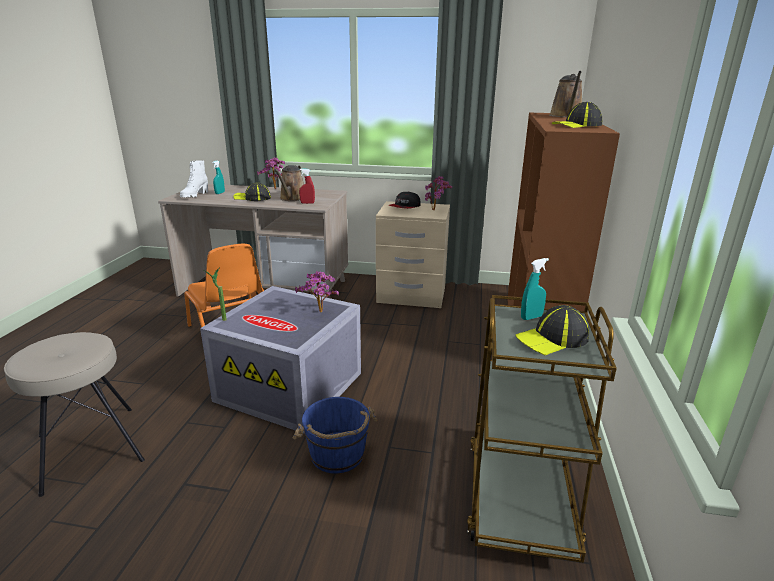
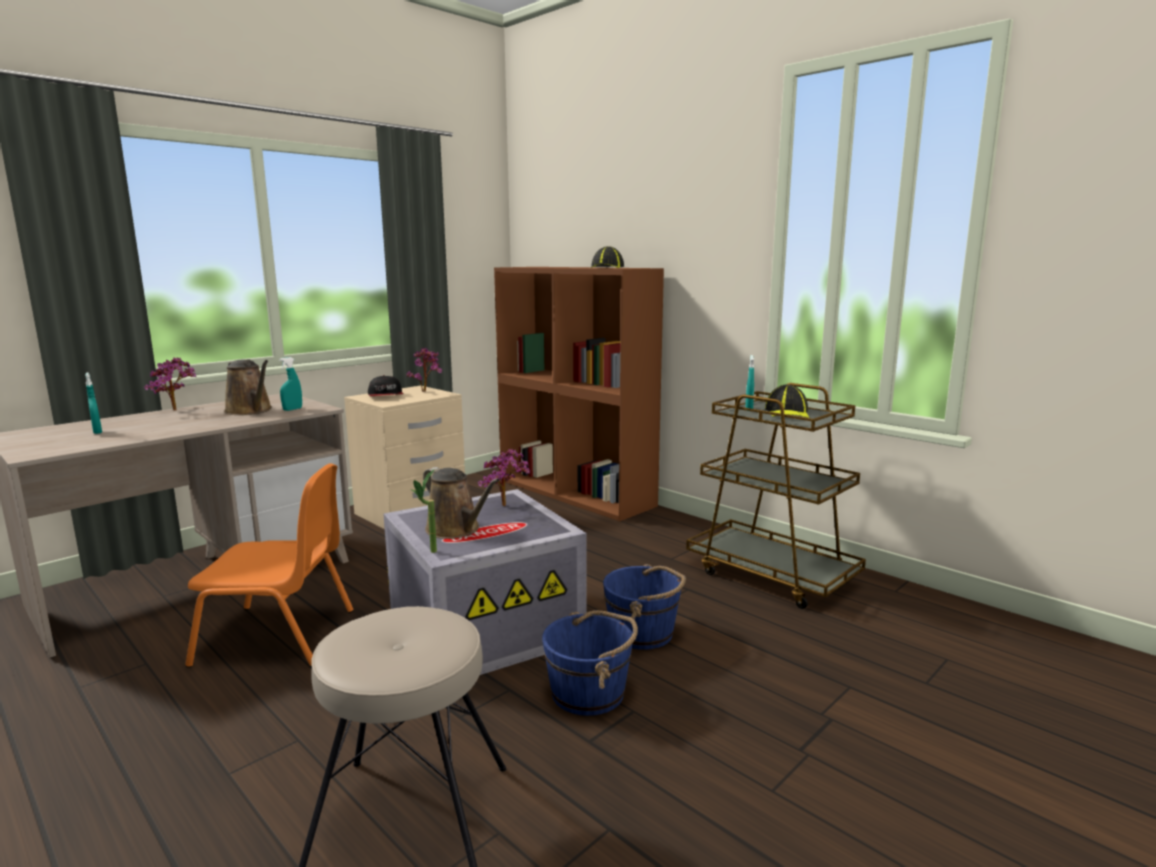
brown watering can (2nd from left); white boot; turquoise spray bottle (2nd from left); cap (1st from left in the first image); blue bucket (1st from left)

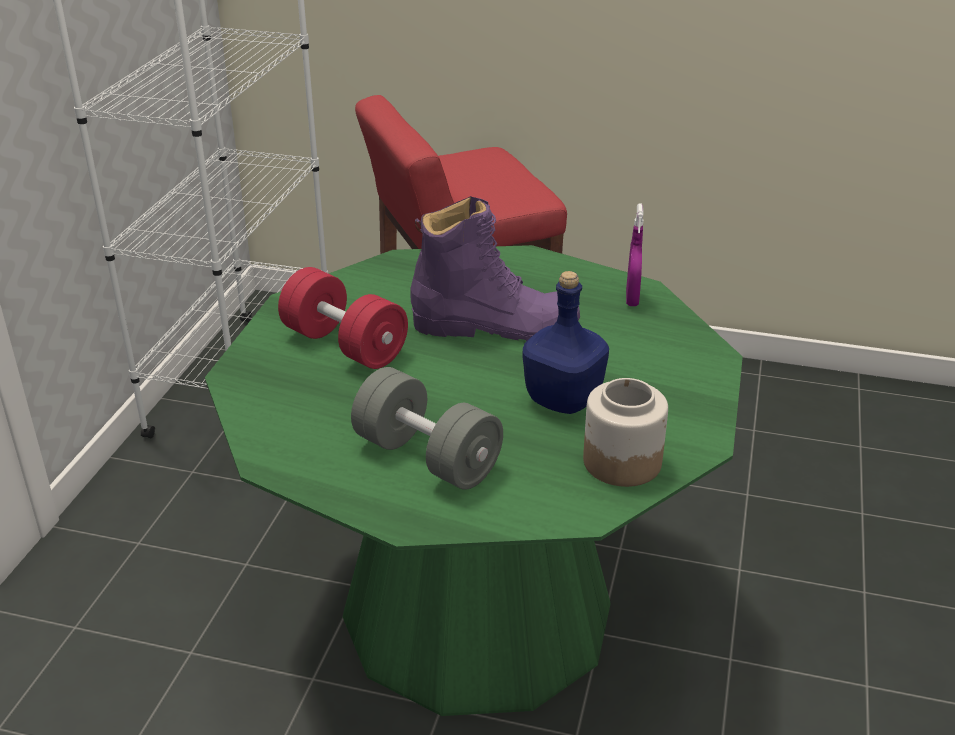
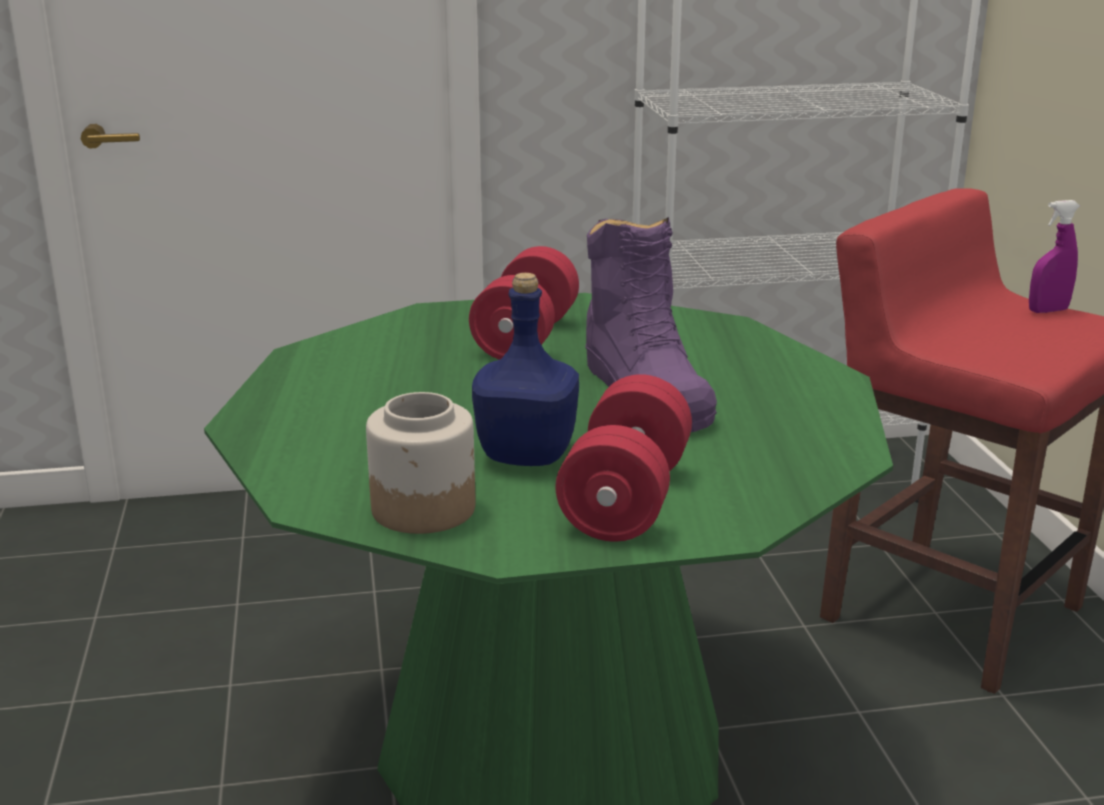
purple spray bottle; grey dumbbell; red dumbbell (2nd from left)

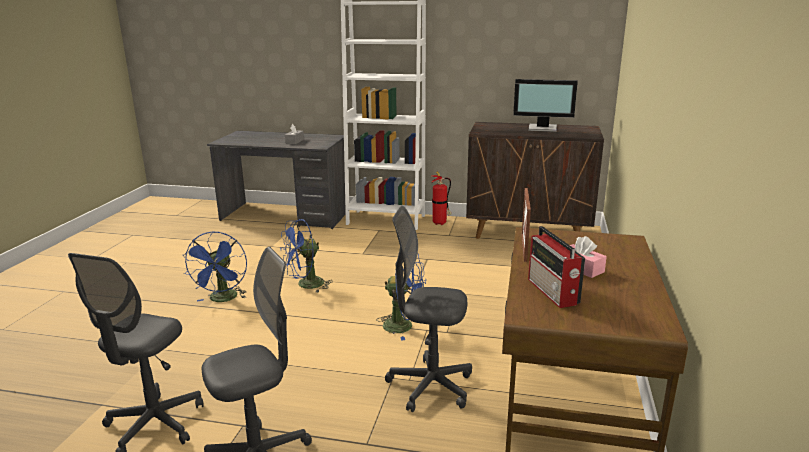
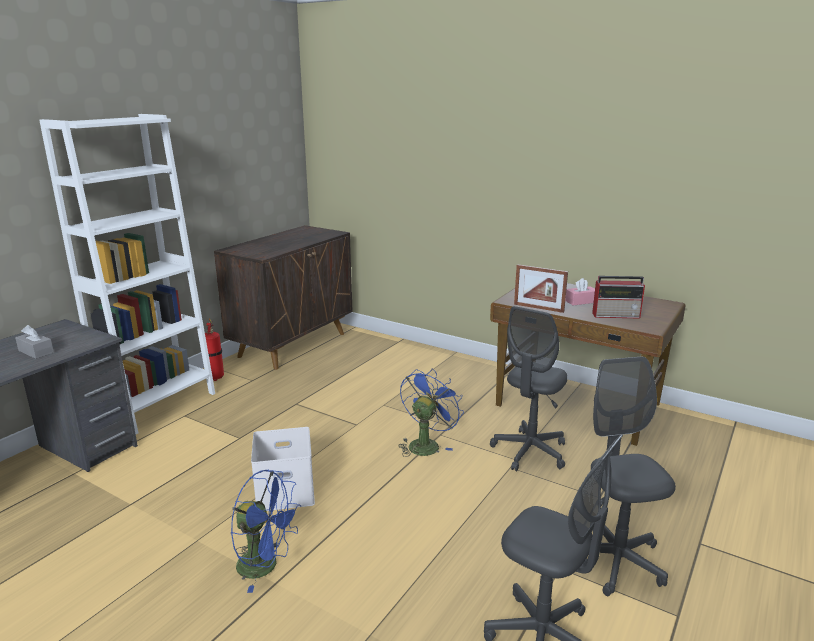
monitor; white storage box

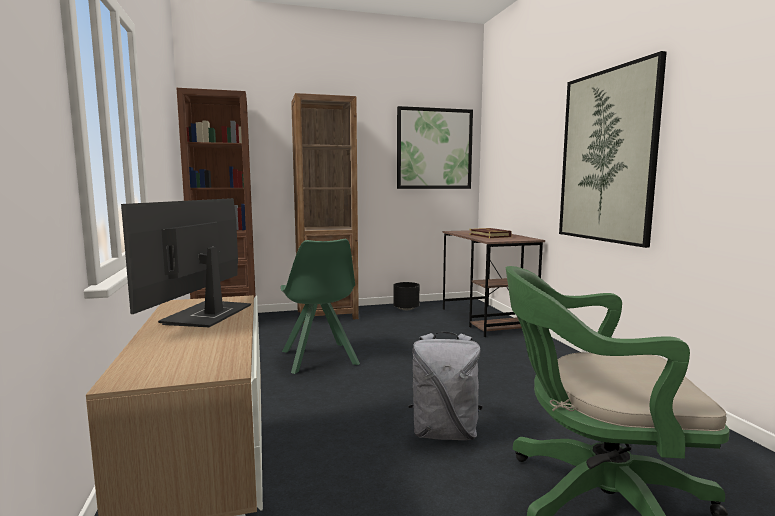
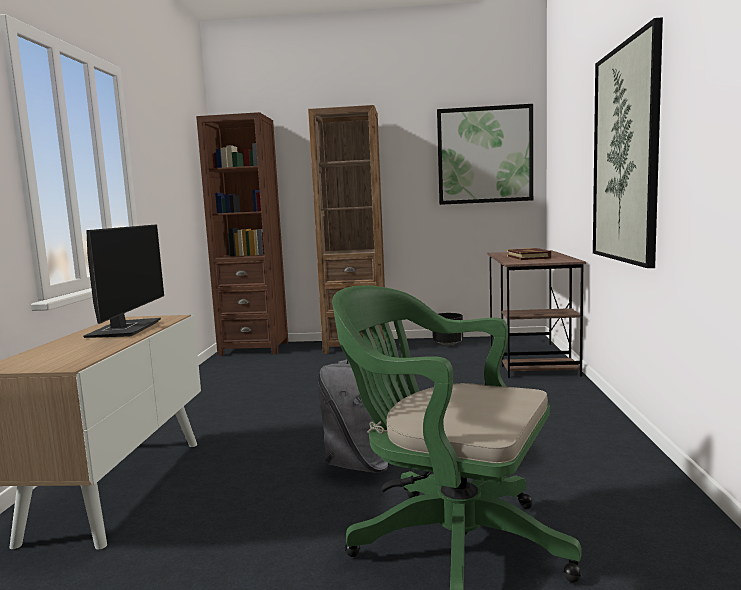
monitor; green chair

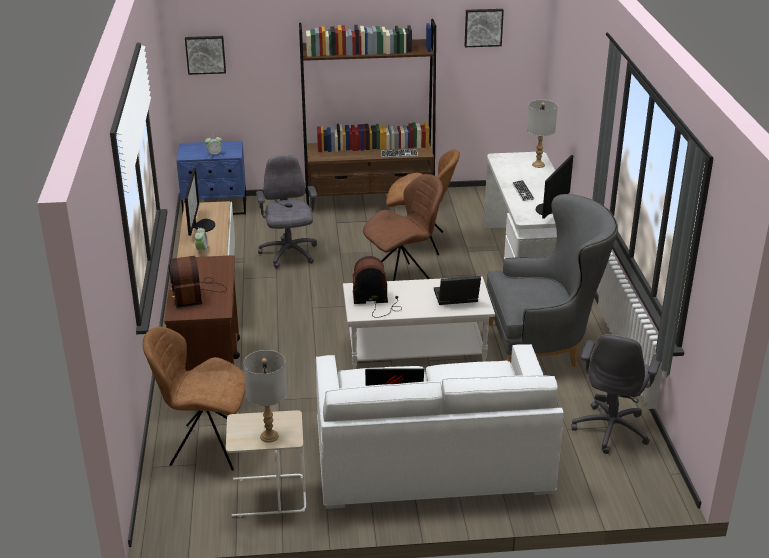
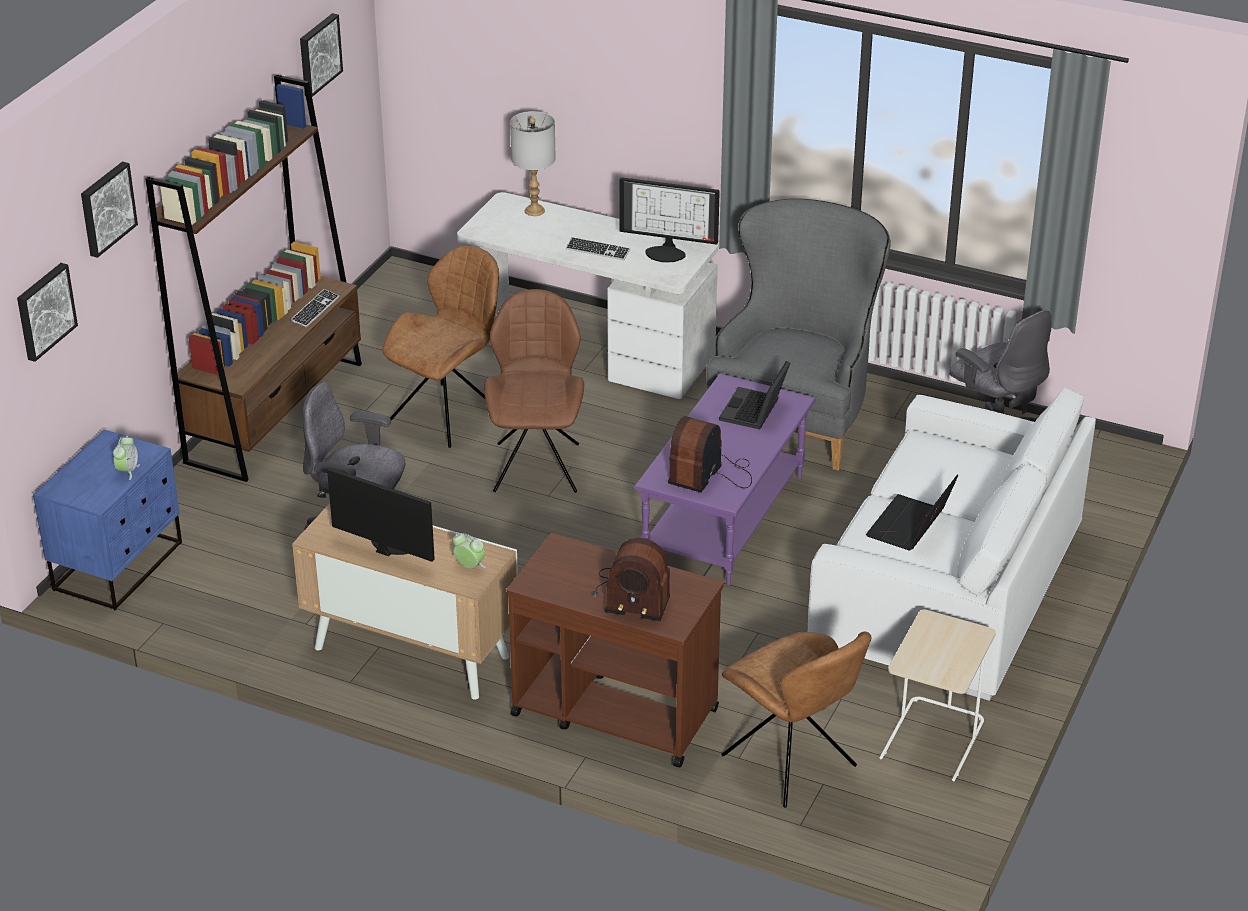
monitor (2nd from left); purple coffee table; brown chair (3rd from left); grey table lamp (1st from left in the first image); picture (2nd from left)

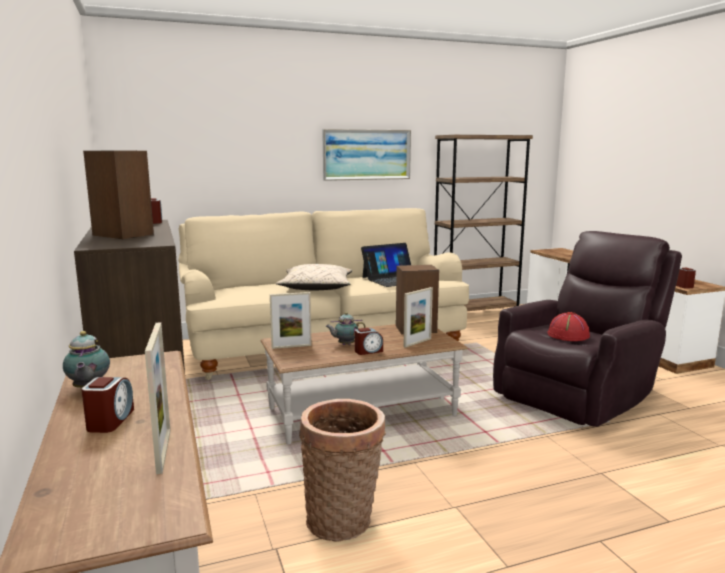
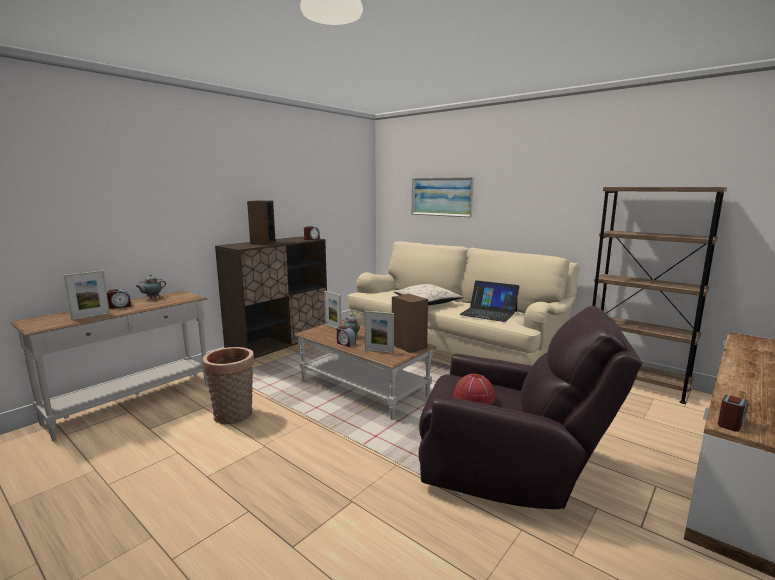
picture

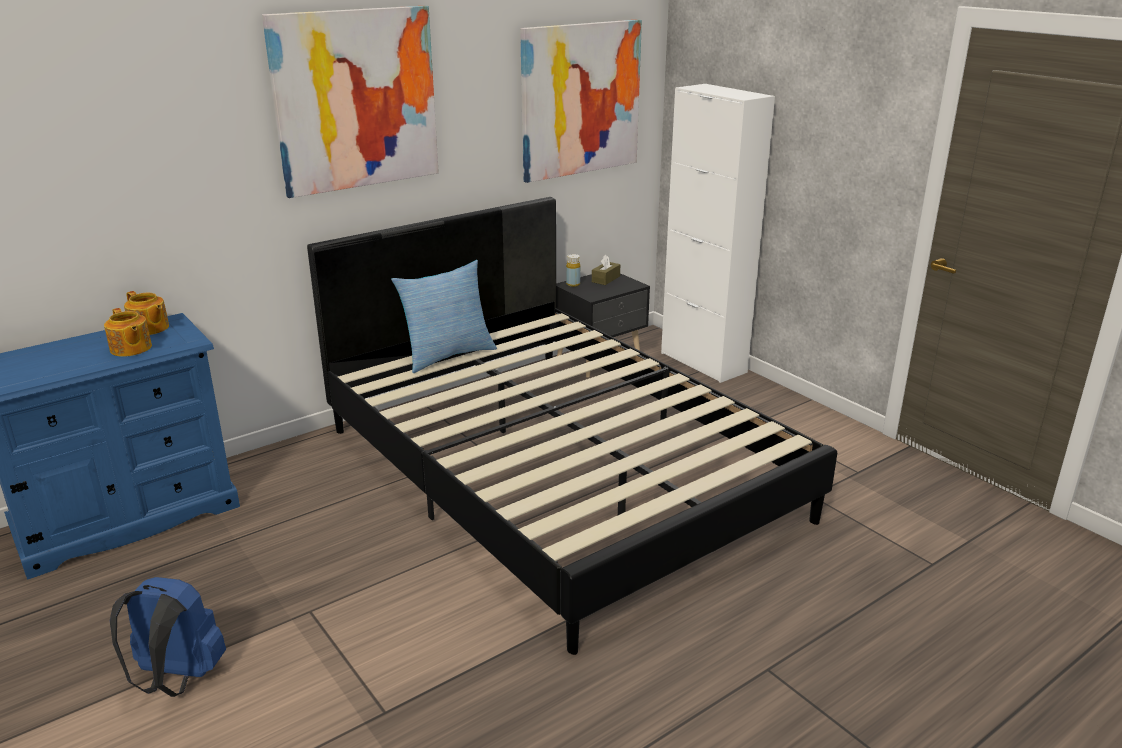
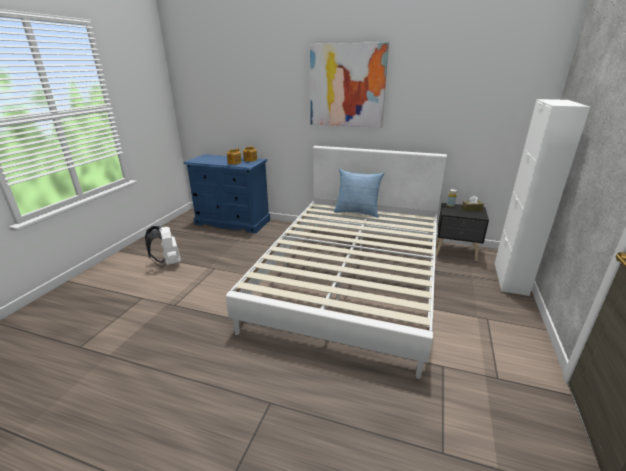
picture (2nd from left in the first image); white bed; white backpack

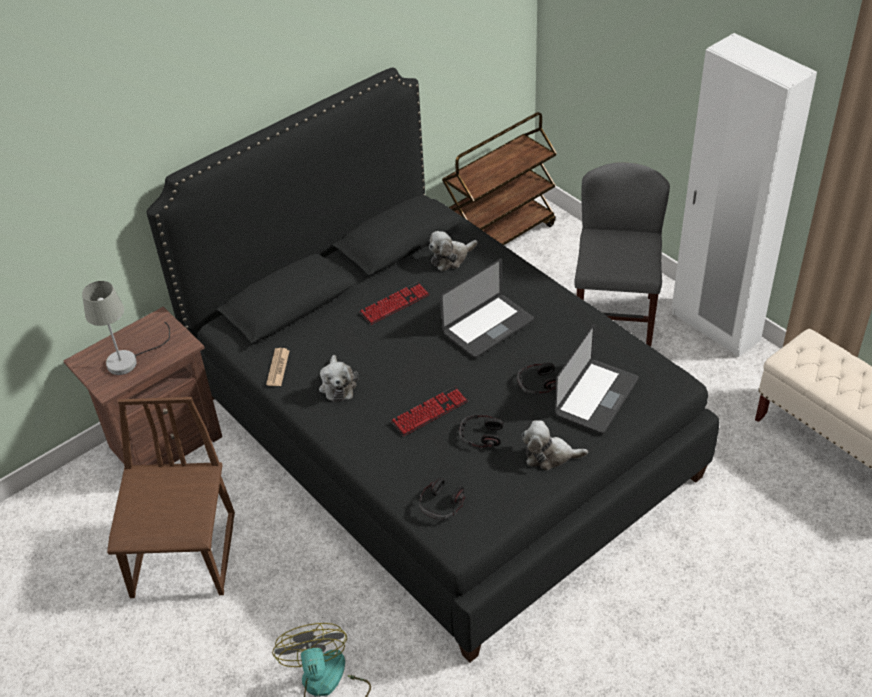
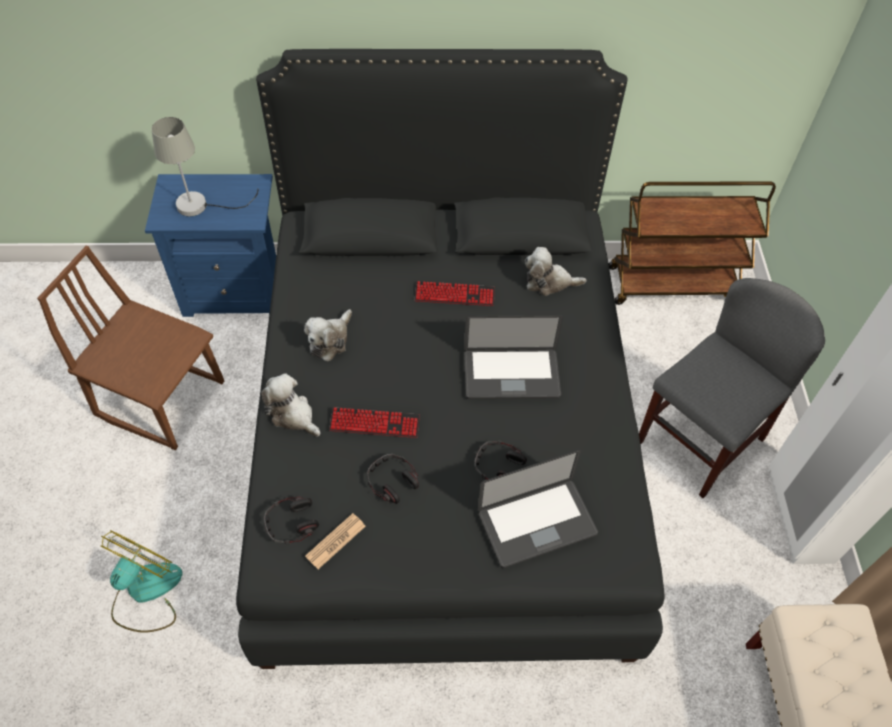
blue nightstand; newspaper; brown chair; plush toy (1st from left)

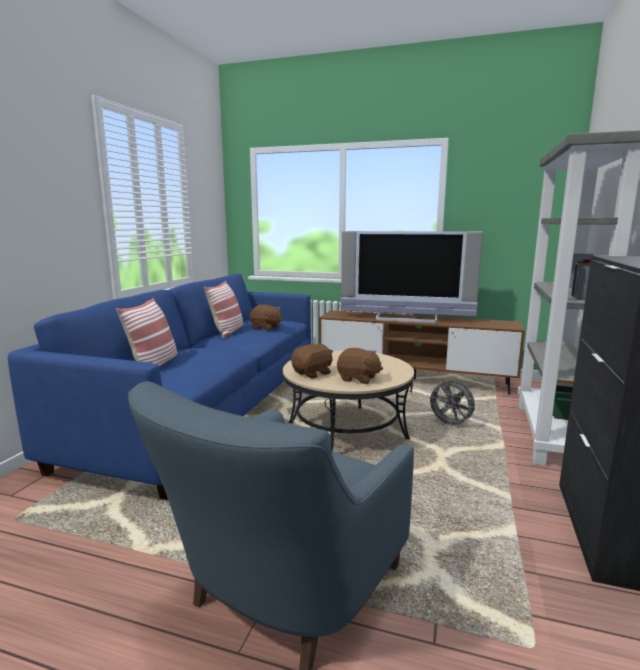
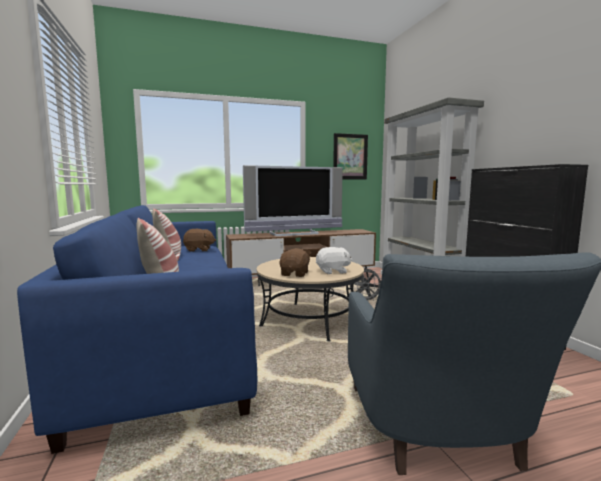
white plush toy; picture

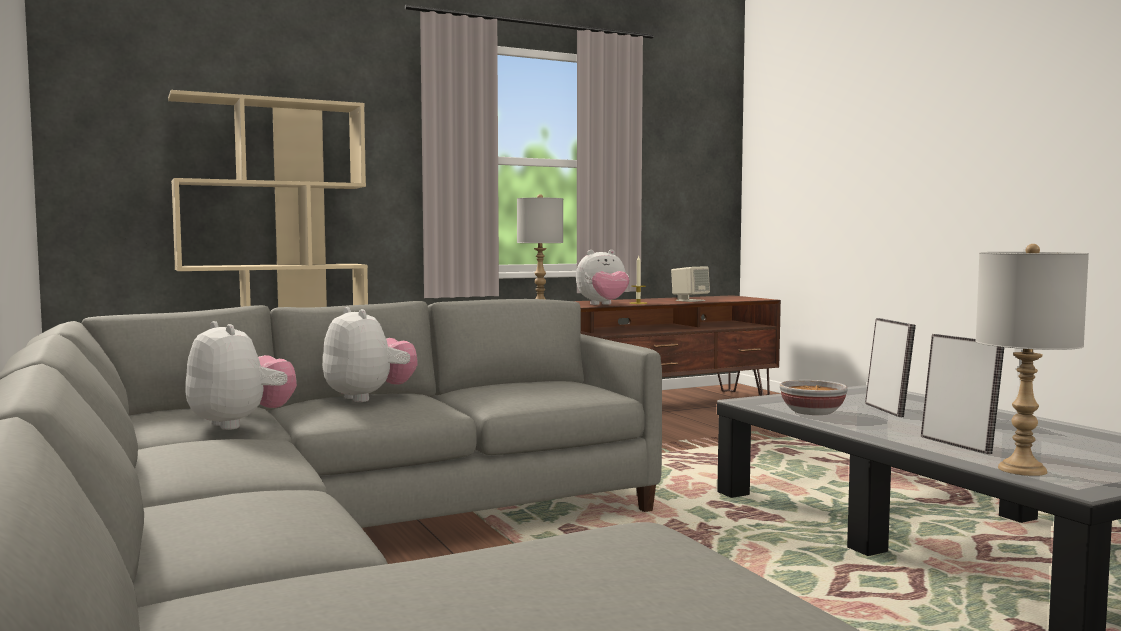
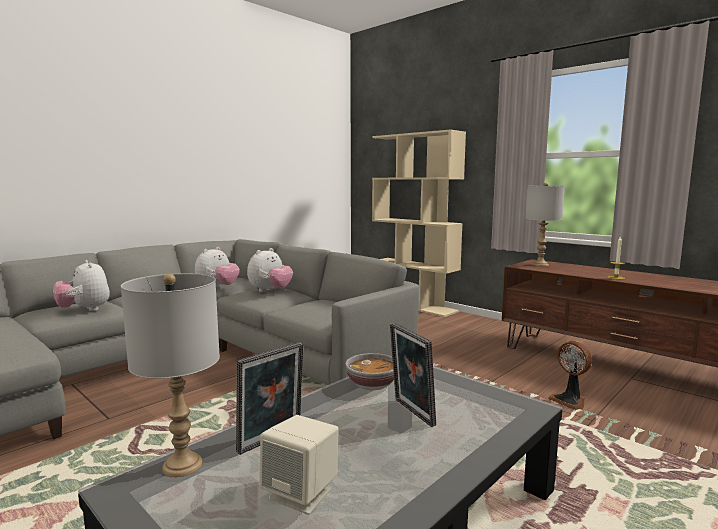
plush toy (1st from left); beige speaker; picture frame (2nd from left); fan

